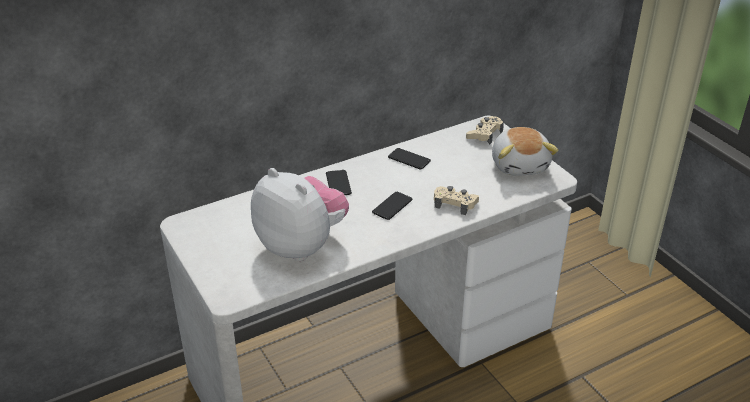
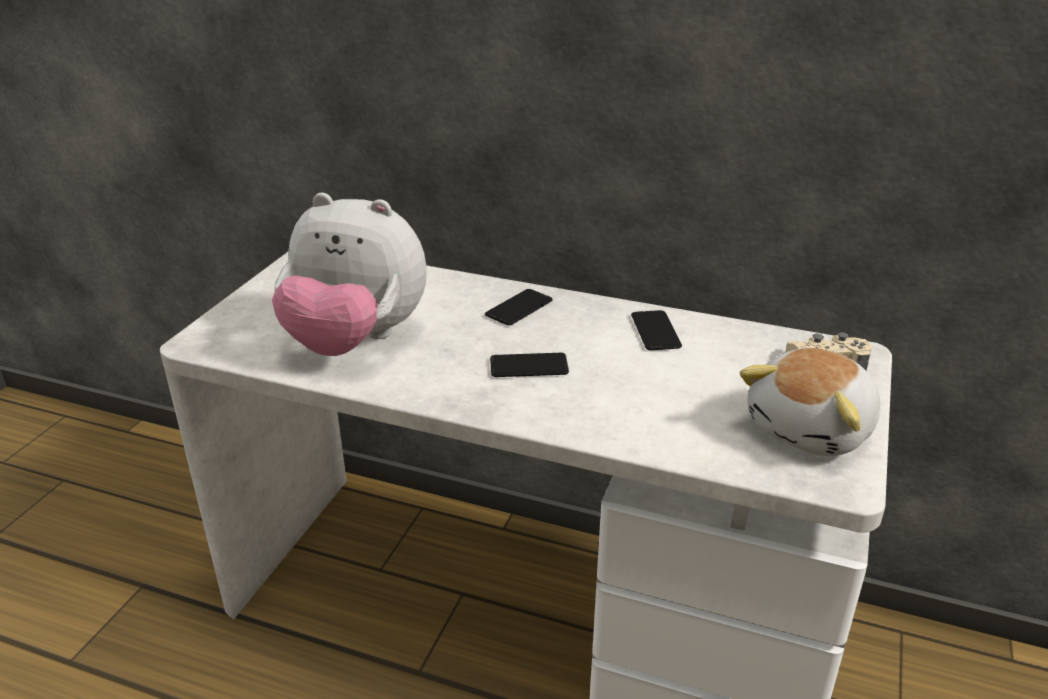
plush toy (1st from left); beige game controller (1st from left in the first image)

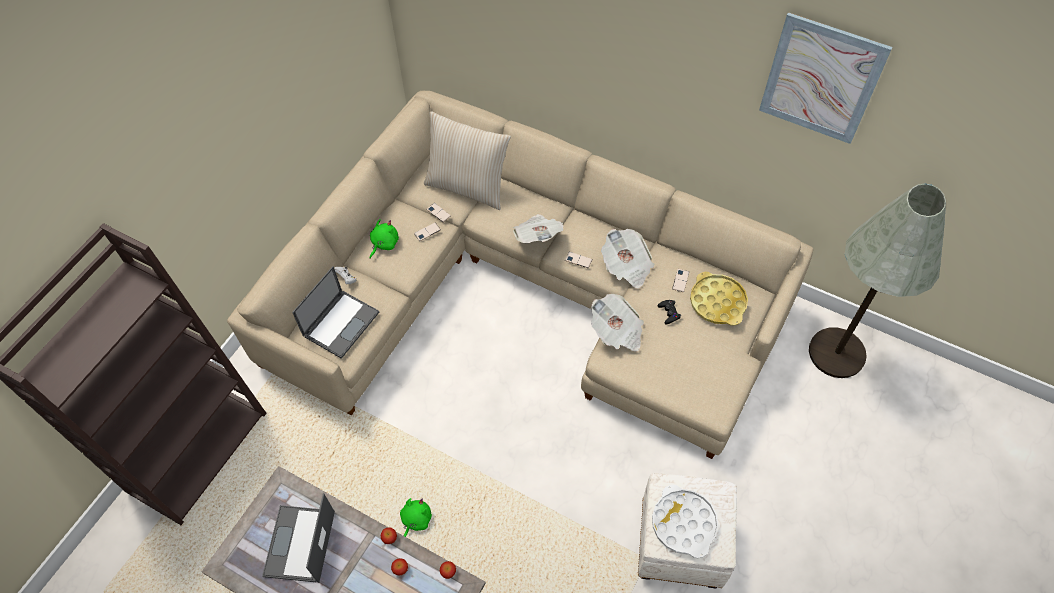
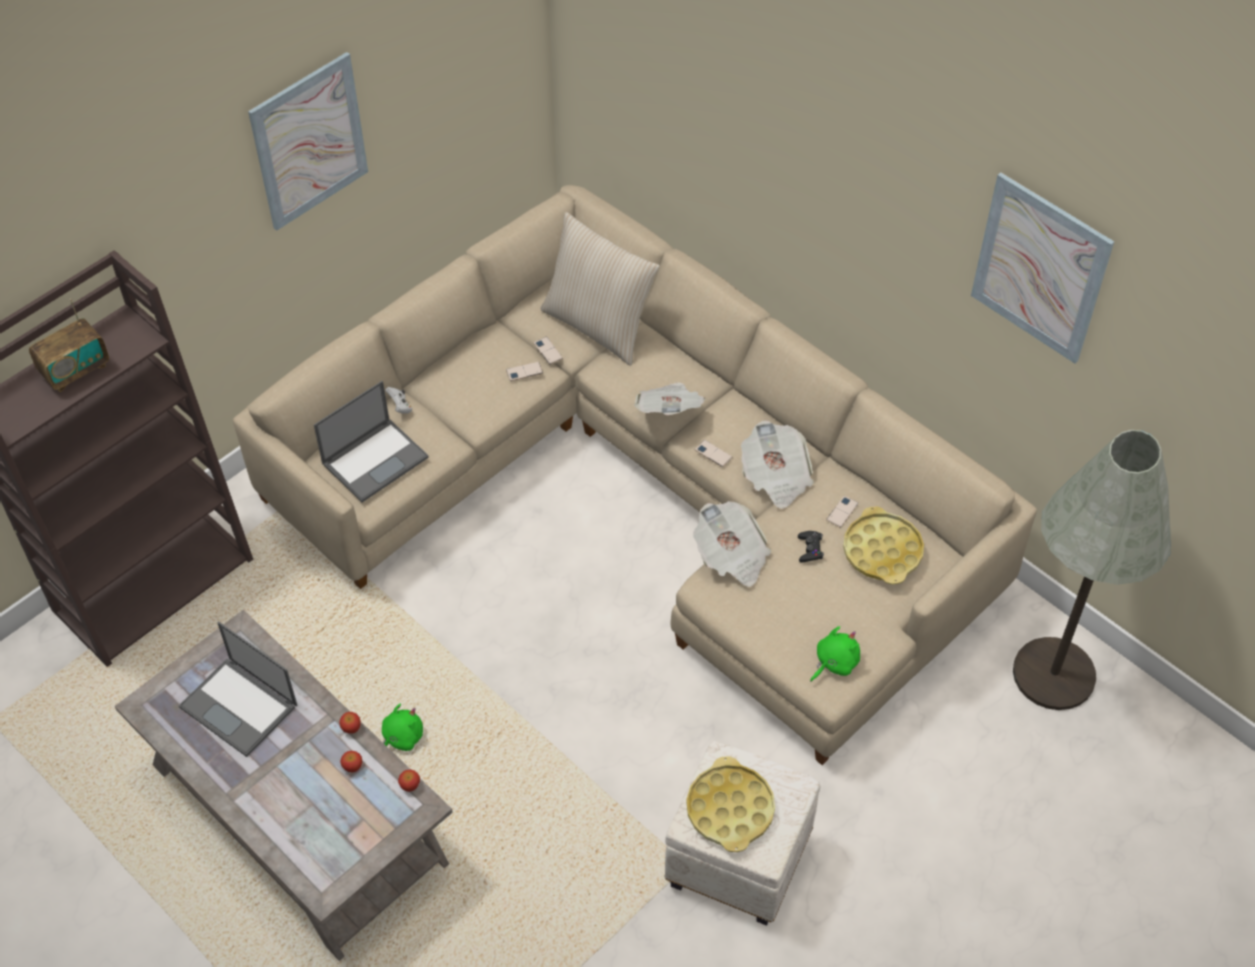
green plush toy (2nd from left); yellow tray (1st from left); laptop (1st from left); picture (1st from left); radio

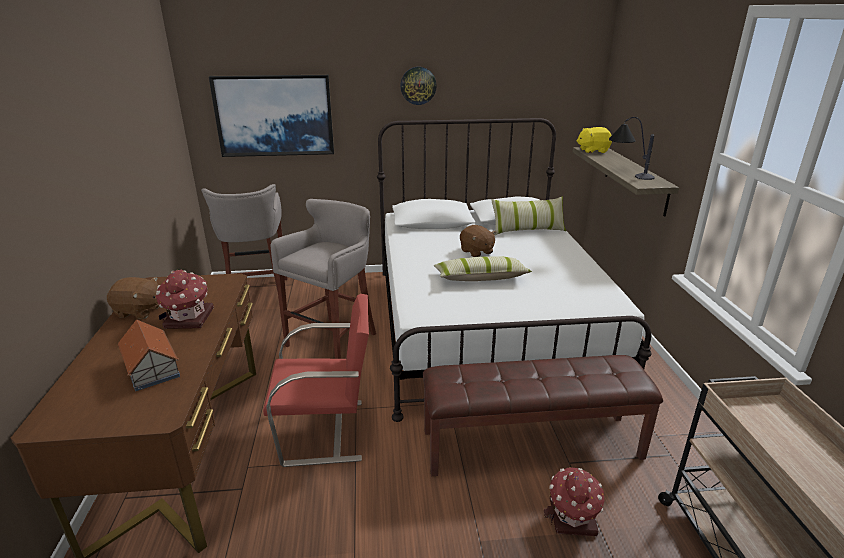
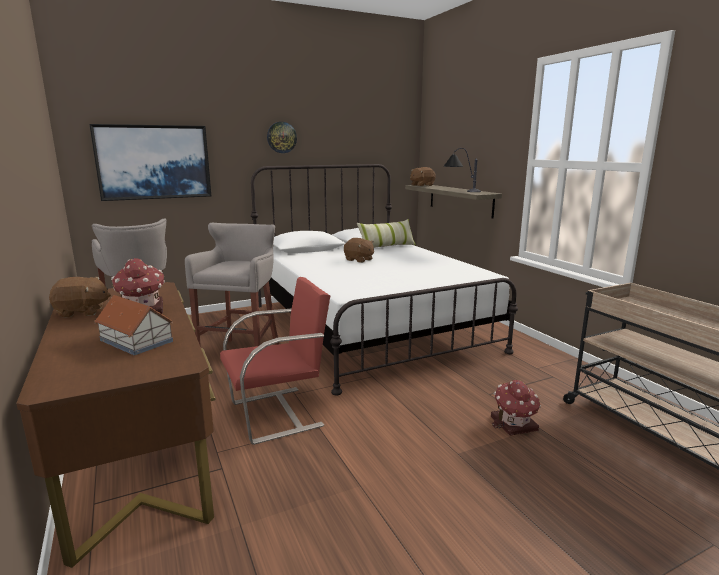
brown plush toy (3rd from left); pillow (1st from left in the first image); brown bench

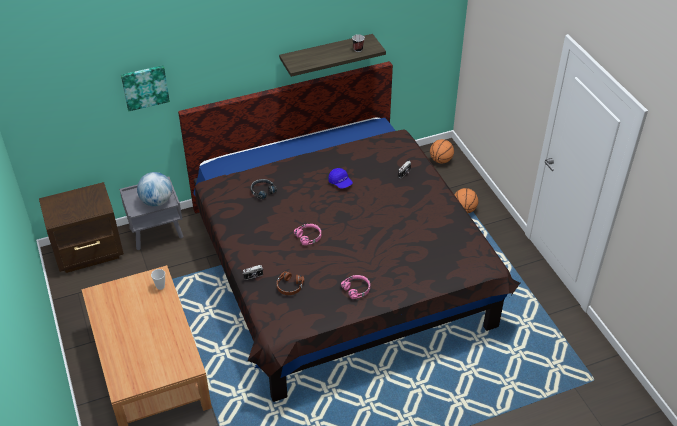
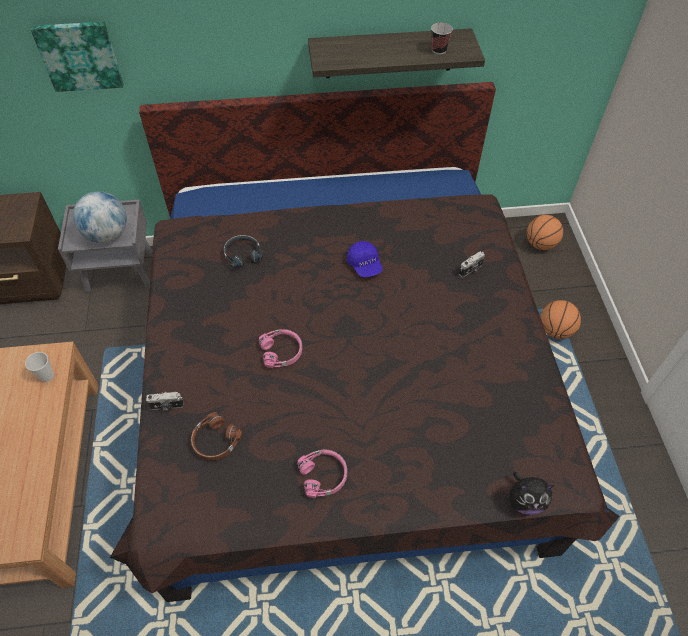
plush toy

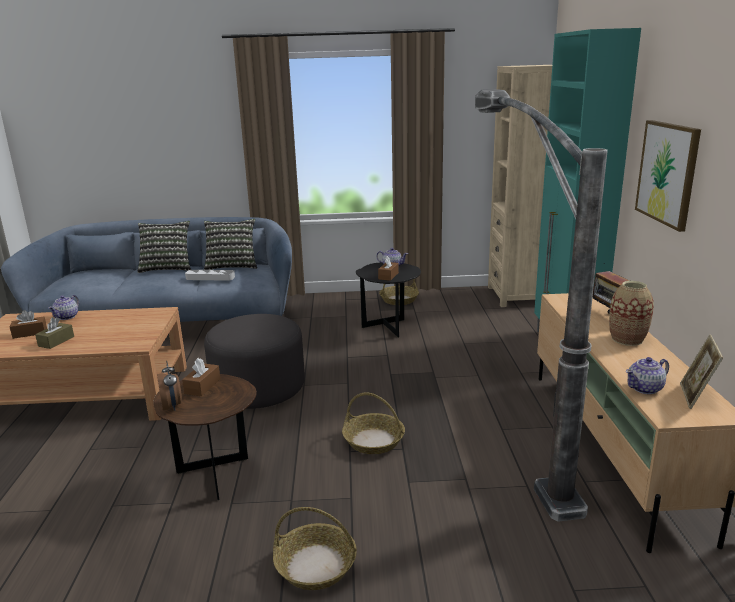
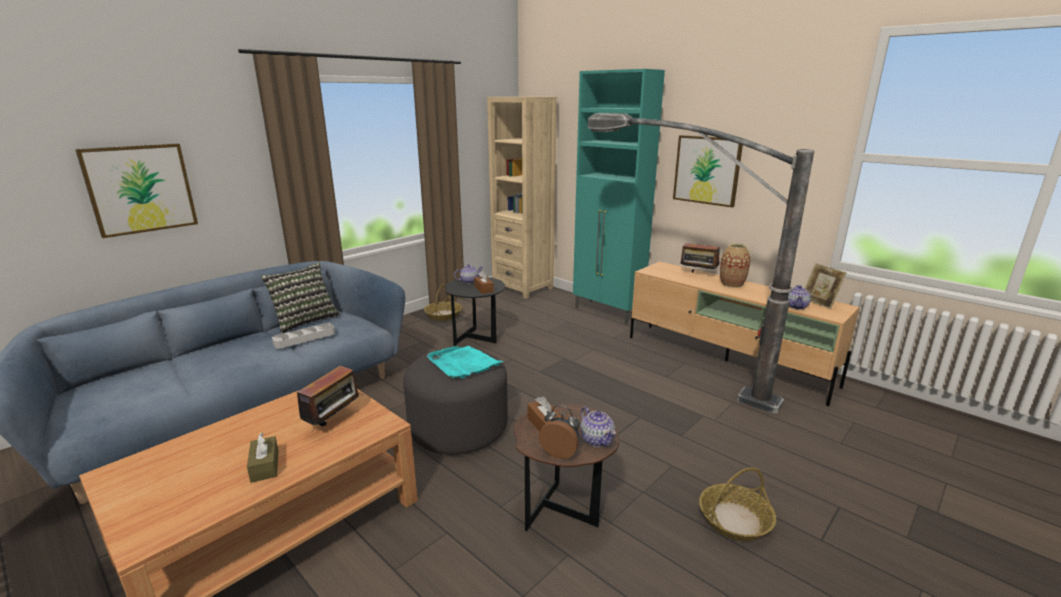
pillow (1st from left in the first image); teapot (2nd from left); brown tissue box (1st from left in the first image); basket (2nd from left in the first image); picture (1st from left); turquoise tray; radio (1st from left)

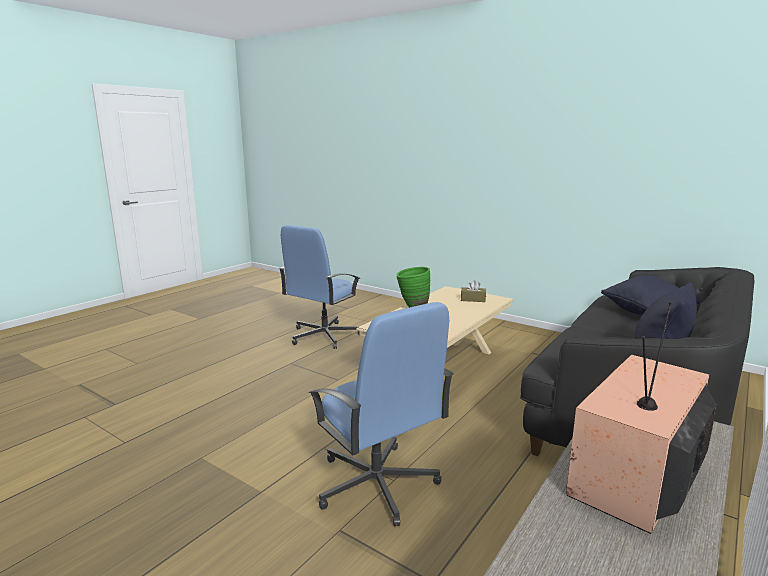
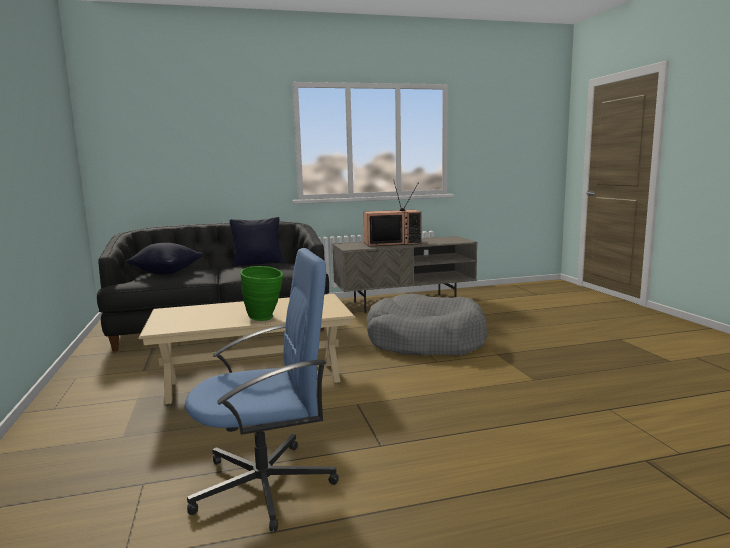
brown tissue box; grey dog bed

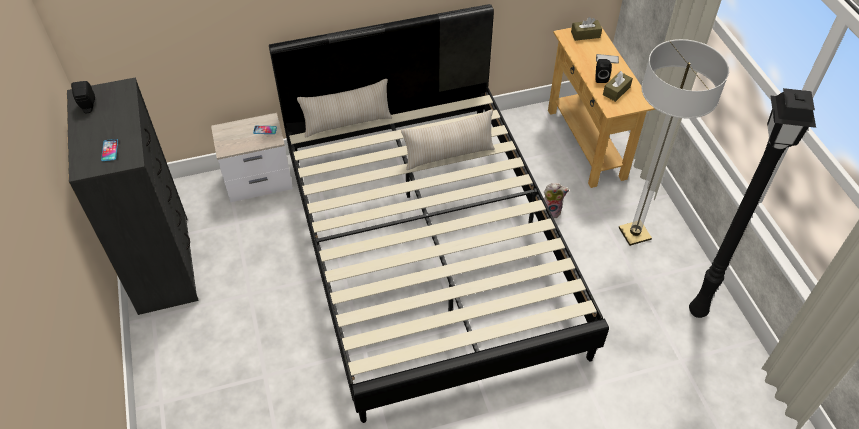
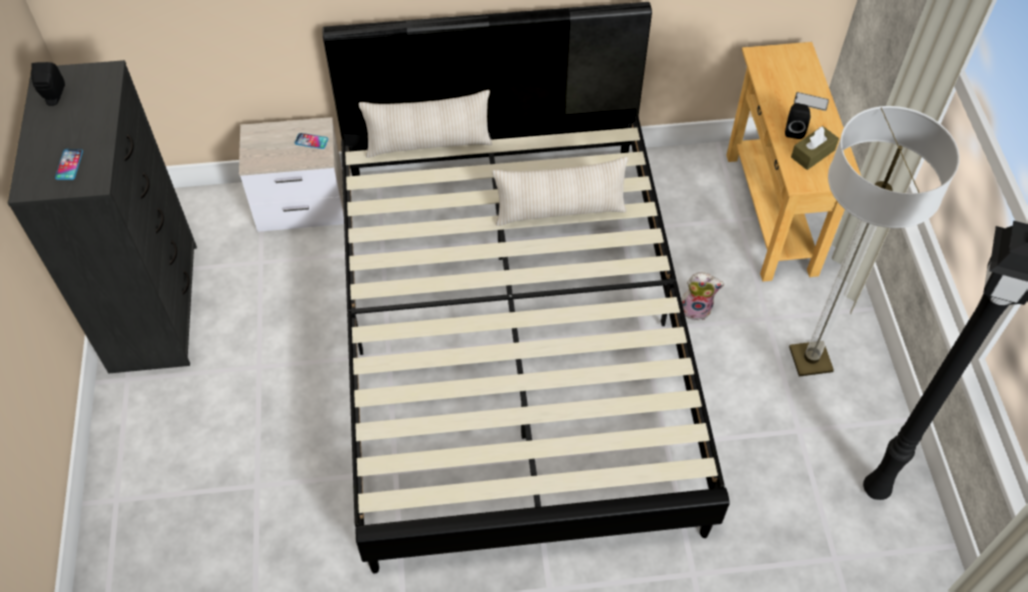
brown tissue box (1st from left in the first image)

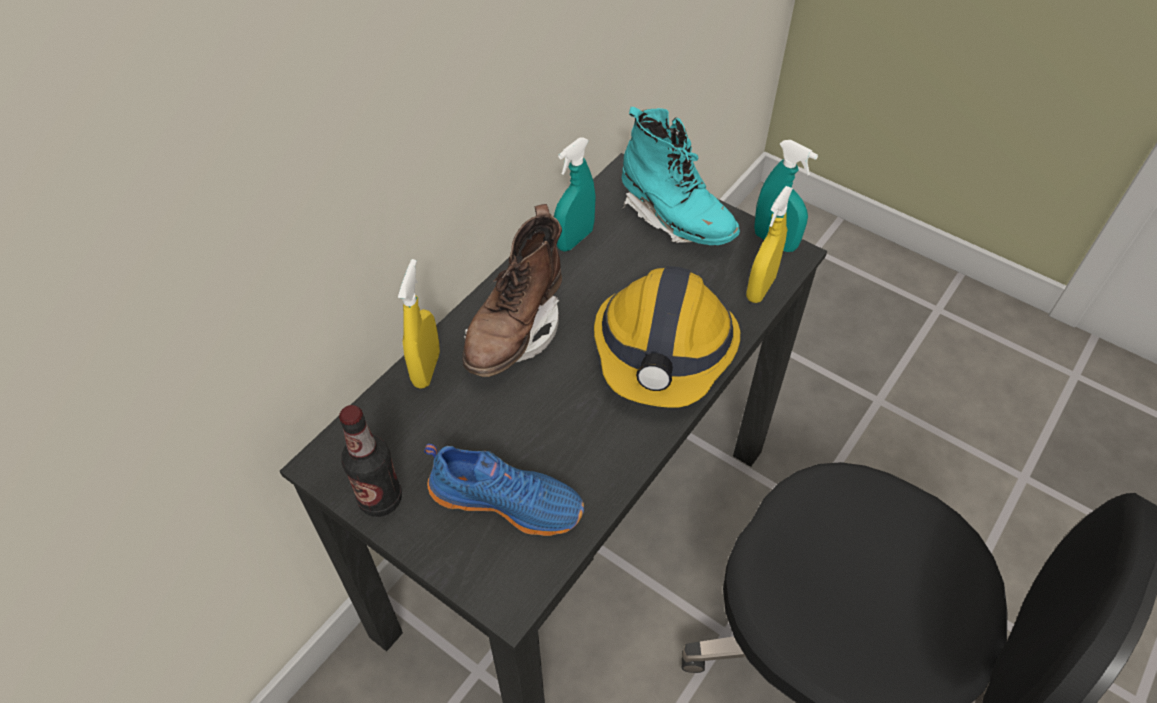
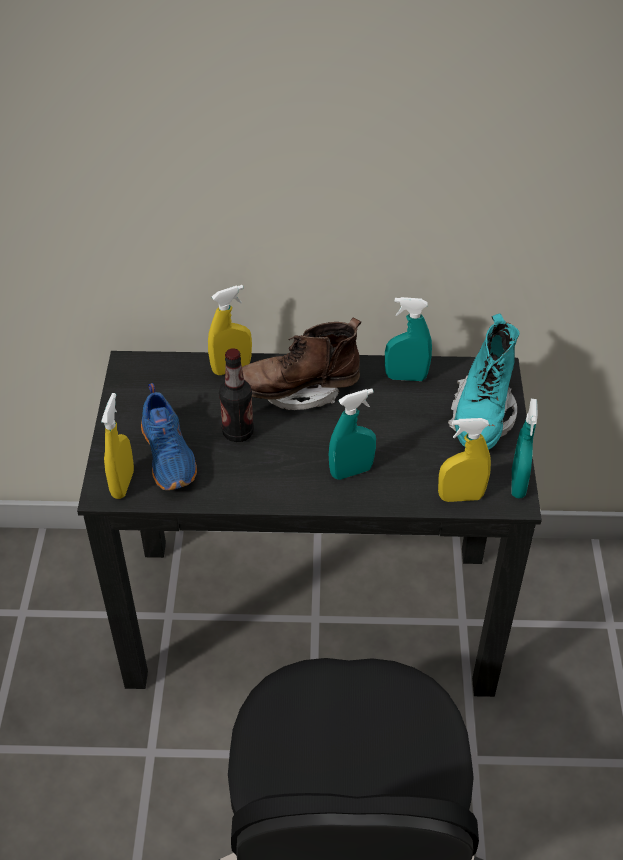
turquoise spray bottle (1st from left); bottle; yellow spray bottle (1st from left)

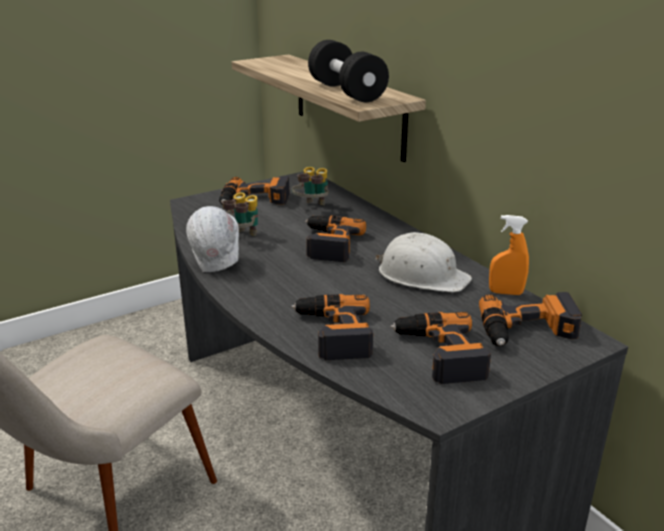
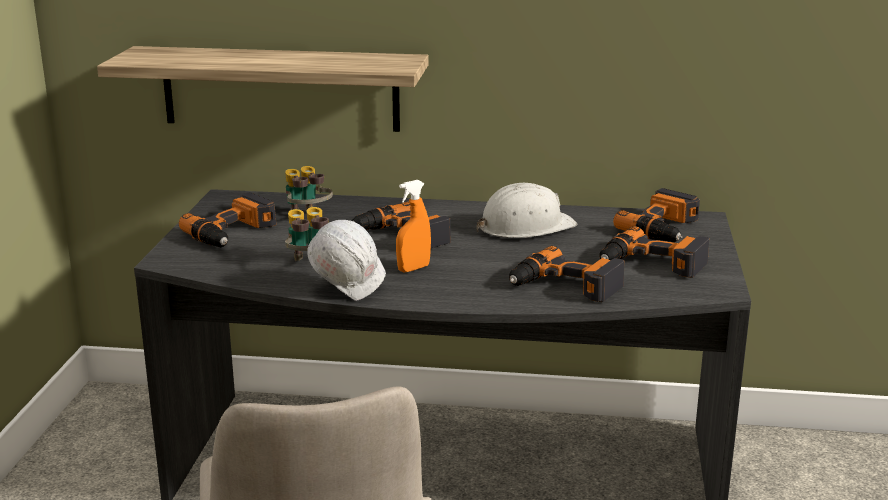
black dumbbell; orange spray bottle

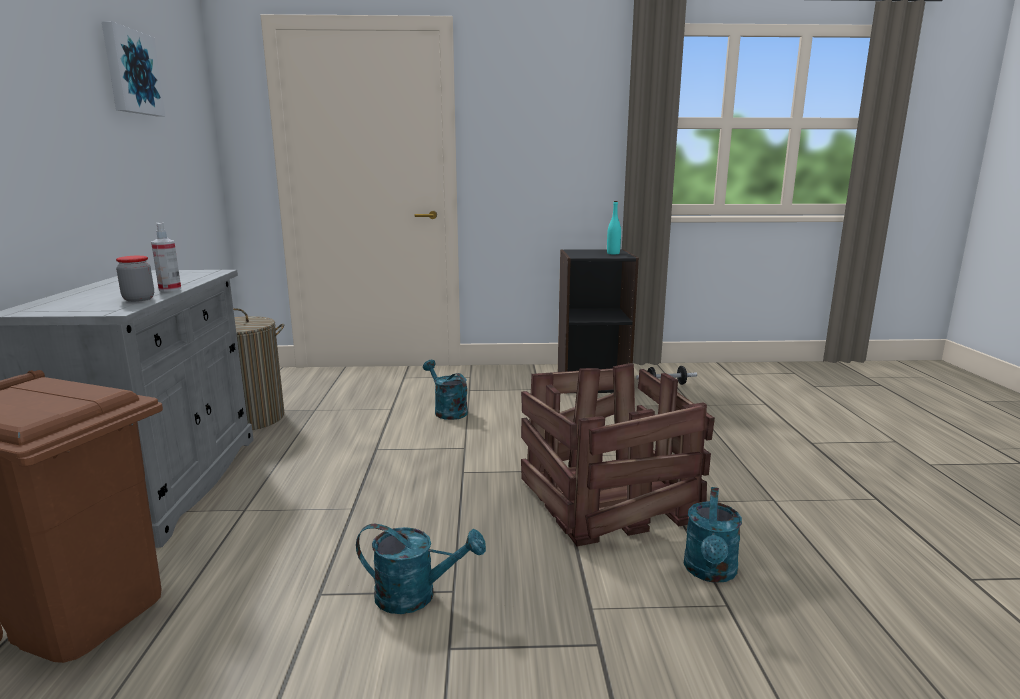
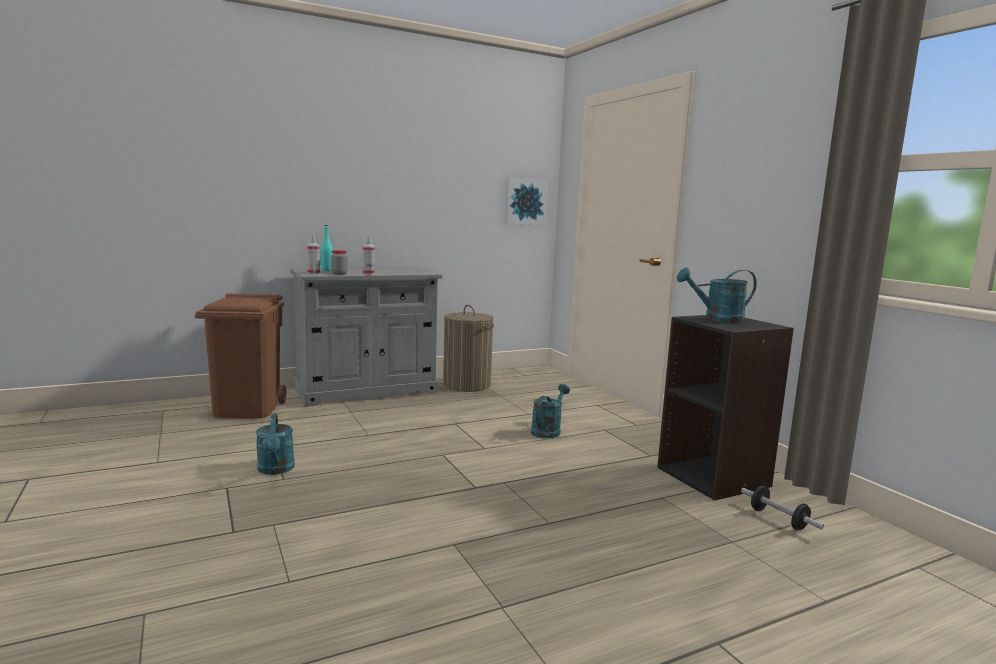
picture; turquoise bottle; crate; turquoise watering can (3rd from left); spray bottle (1st from left)

